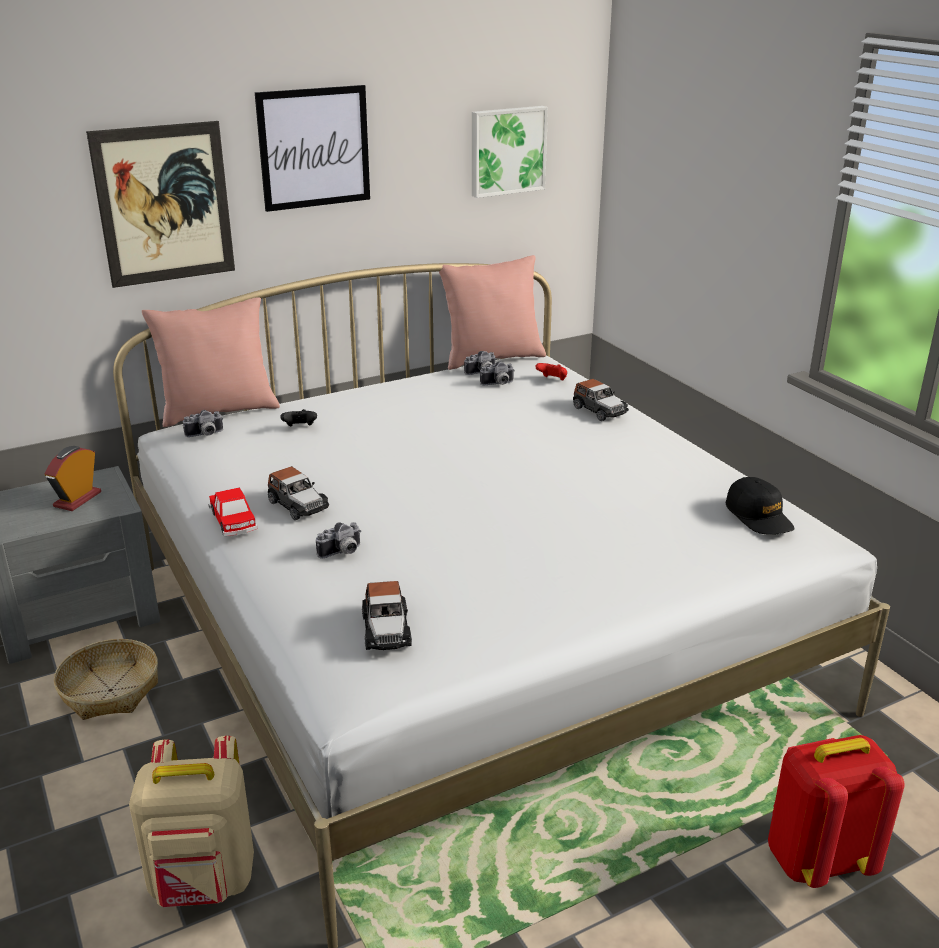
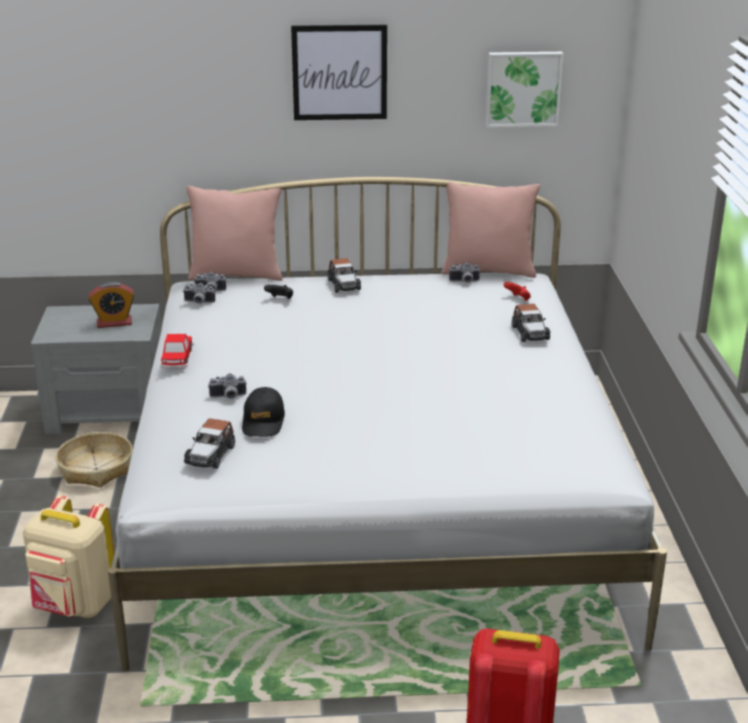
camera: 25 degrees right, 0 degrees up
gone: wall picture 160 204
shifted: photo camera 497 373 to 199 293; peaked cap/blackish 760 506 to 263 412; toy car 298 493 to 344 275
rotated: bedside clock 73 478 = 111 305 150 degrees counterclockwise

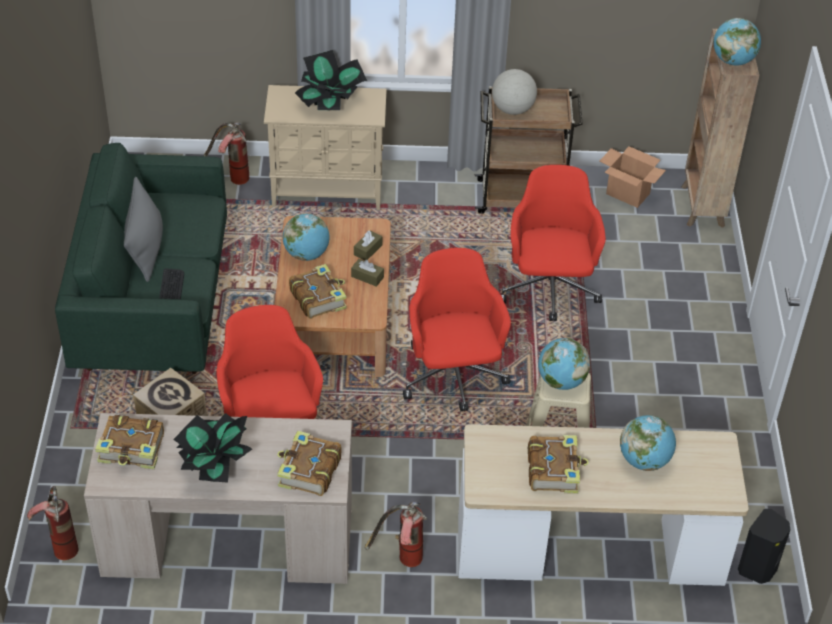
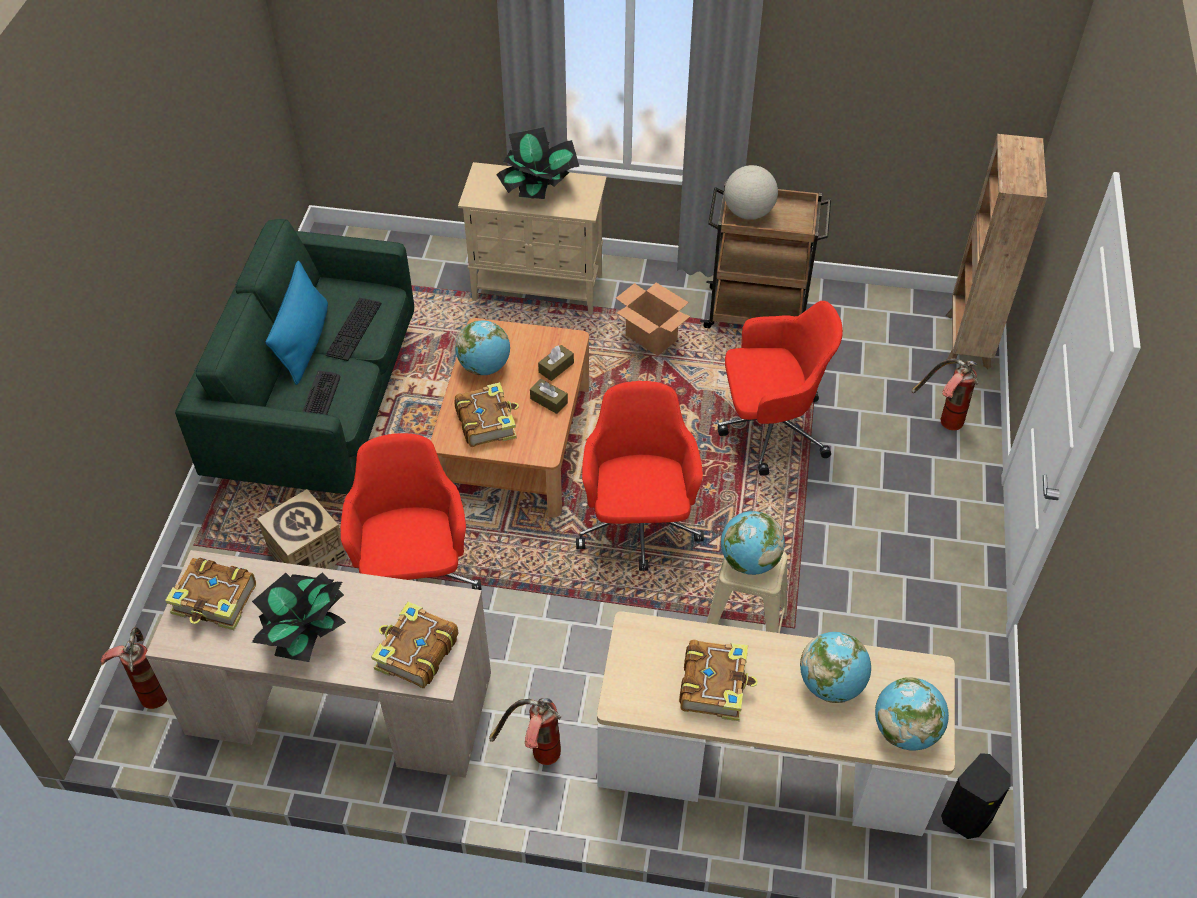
camera: 10 degrees right, 5 degrees up
new: keyboard 353 329
shifted: packing box 633 177 to 653 319; world globe 737 42 to 912 714; fire extinguisher 226 154 to 945 394
repainted: pillow/grey 143 229 to pillow/bluish 297 323
rotated: office chair/red 553 243 = 780 388 75 degrees clockwise

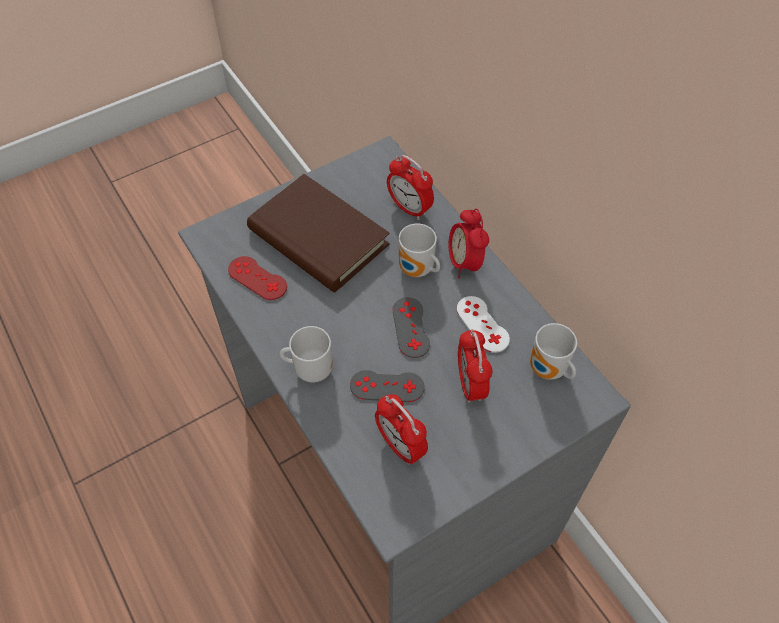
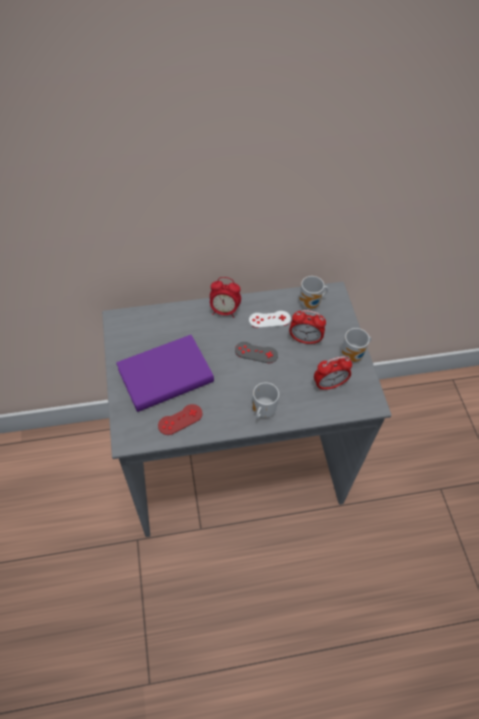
camera: 70 degrees left, 0 degrees up
gone: game controller/grey 387 386; bedside clock 410 187
shifted: coffee mug 419 250 to 356 345
repainted: book/brown-coloured 318 233 to book/purplish 165 373

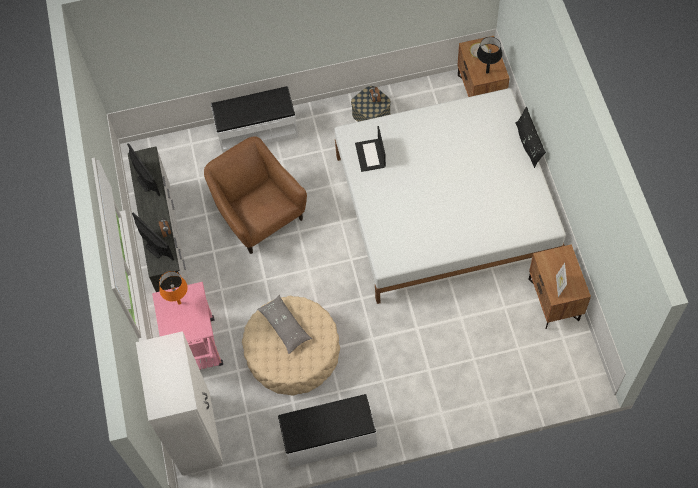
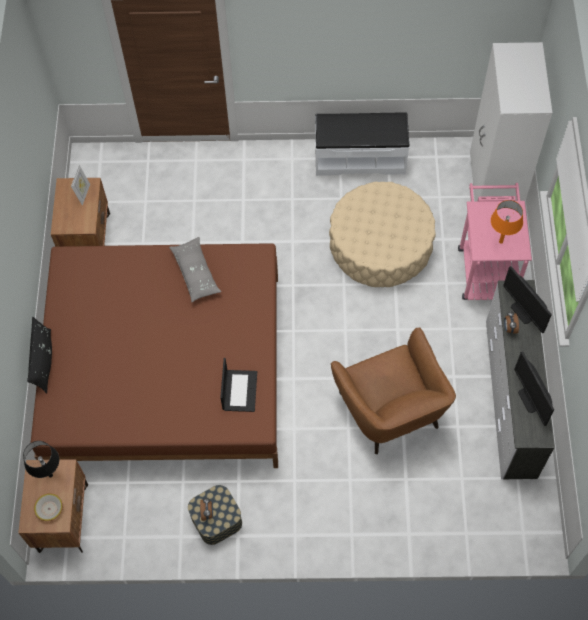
camera: 170 degrees left, 0 degrees up
gone: long seat/whitish 254 119
shifted: pillow/grey 284 324 to 195 269
repainted: bed/whitish 450 196 to bed/brown-coloured 154 355

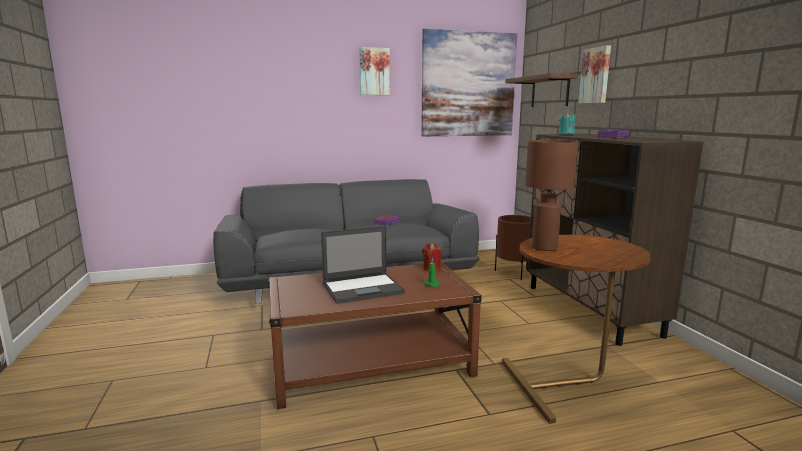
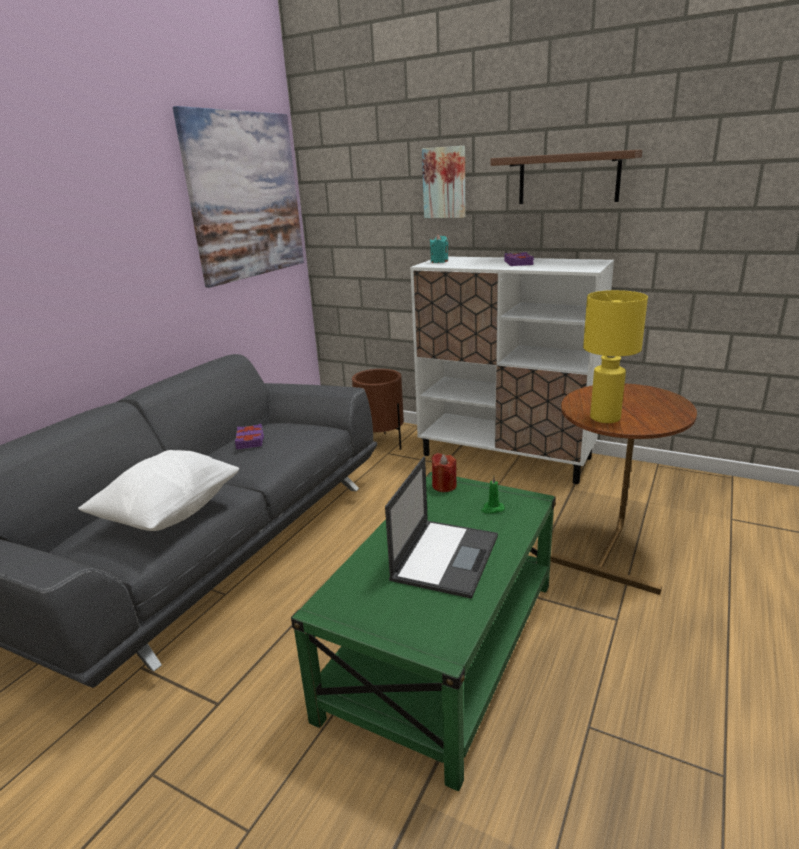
camera: 45 degrees left, 10 degrees up
gone: wall picture 374 71
new: pillow/whitish 158 490
shifted: bracket shelf 541 90 to 566 177
repainted: lounge table/brown-coloured 375 335 to lounge table/green 423 631; cupboard/brown-coloured 615 240 to cupboard/whitish 512 370; tabletop lamp/brown-coloured 551 195 to tabletop lamp/yellowish 615 356

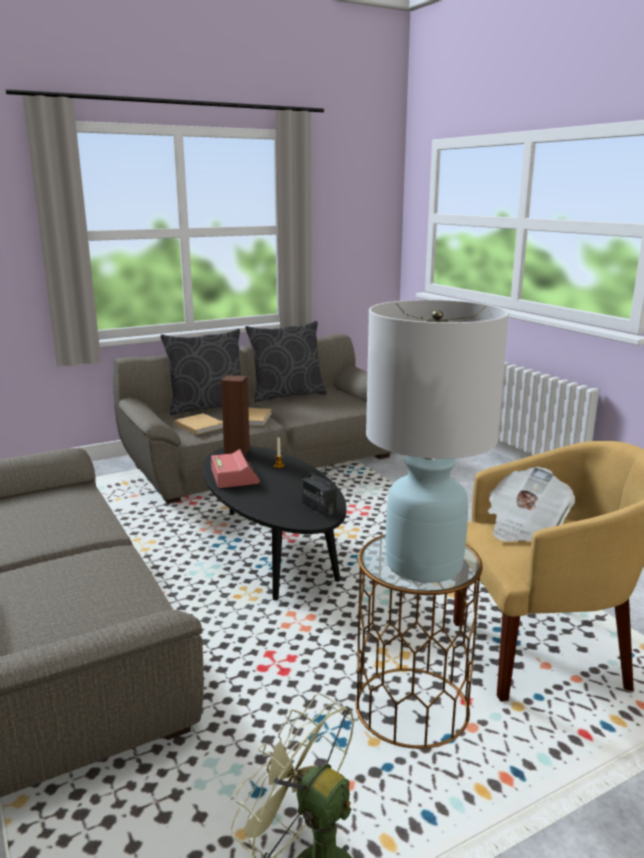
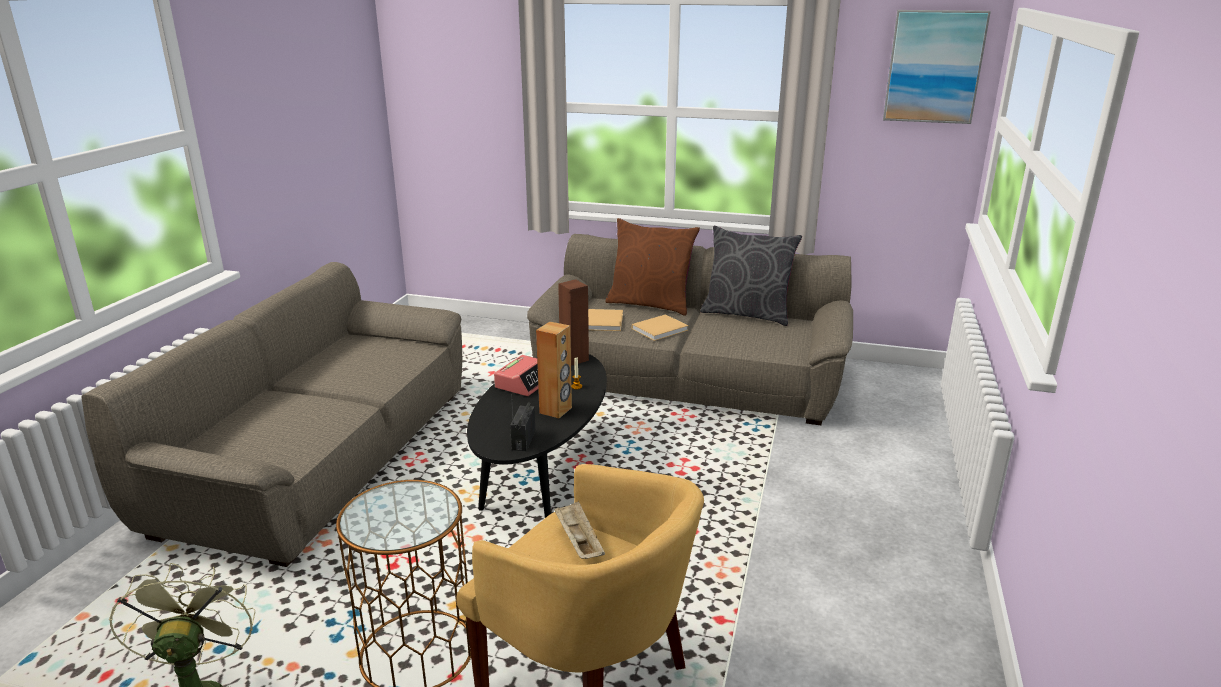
camera: 45 degrees right, 5 degrees up
gone: tabletop lamp/whitish 437 441
new: speaker/brown-coloured 554 370; wall picture 937 67
swapped: printed paper 531 504 to tray/sand-coloured 579 530
repainted: pillow/grey 205 372 to pillow/brown-coloured 652 267

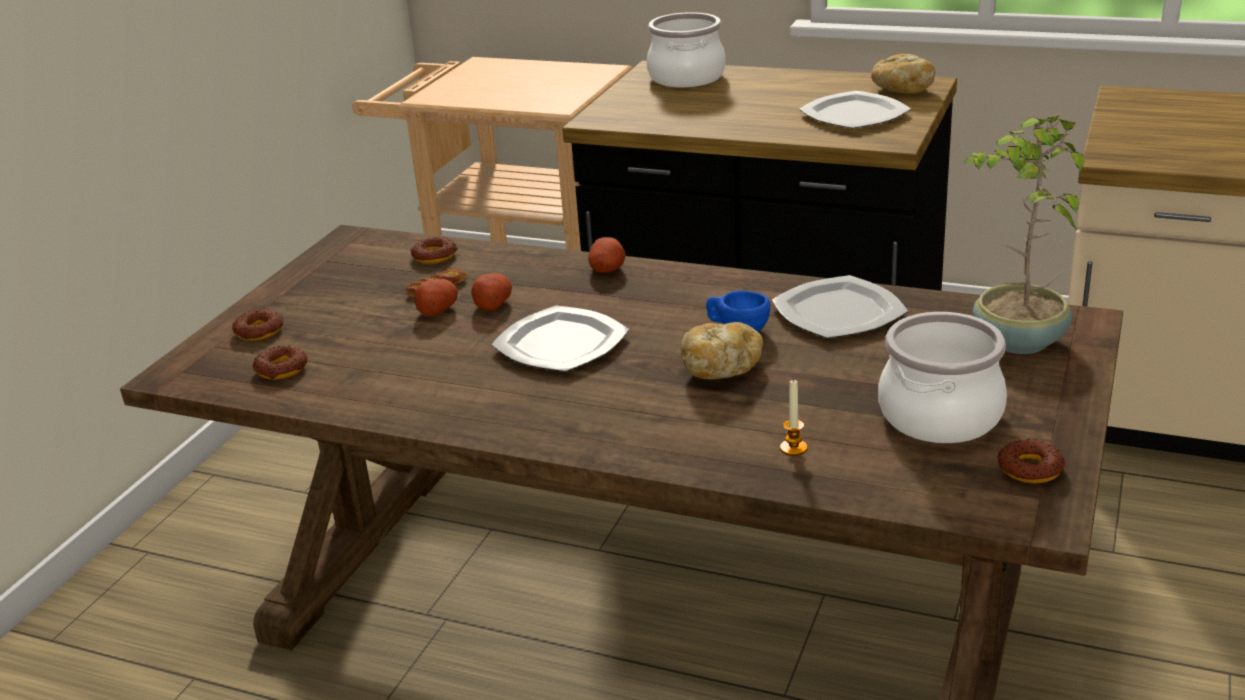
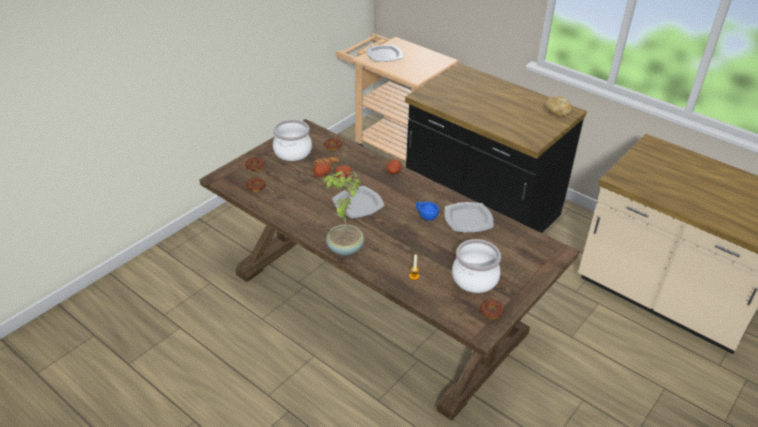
camera: 15 degrees right, 10 degrees up
gone: bread 721 350
shifted: saucepot 686 50 to 292 140; potted plant 1023 234 to 343 213; flat dish 855 109 to 385 53

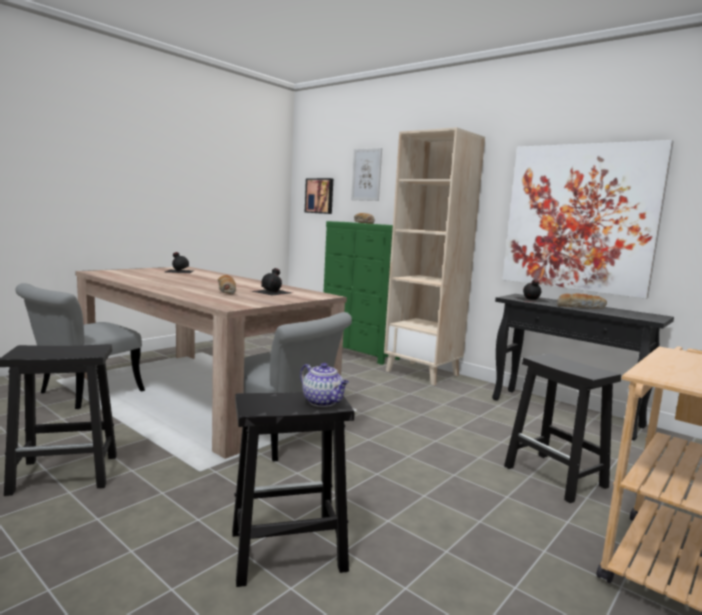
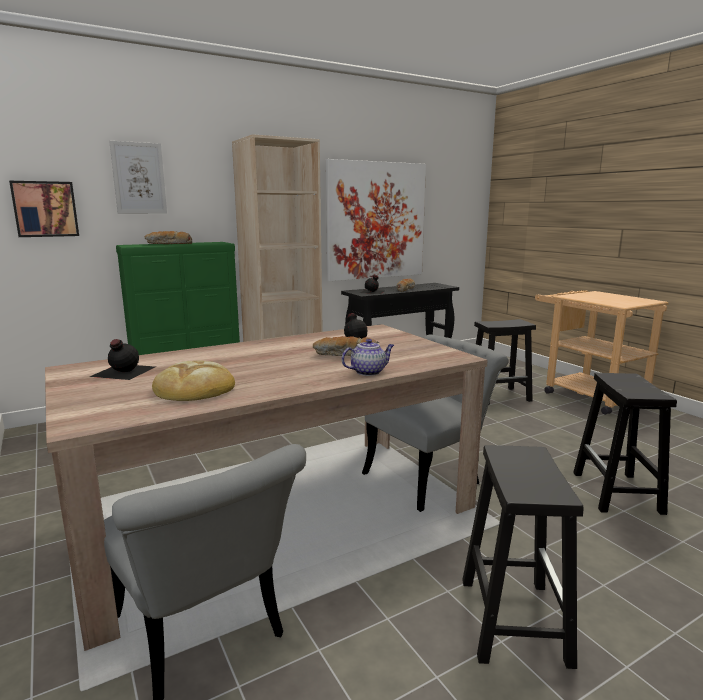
camera: 70 degrees left, 5 degrees up
new: bread 193 381
shifted: pot for tea 324 385 to 367 357

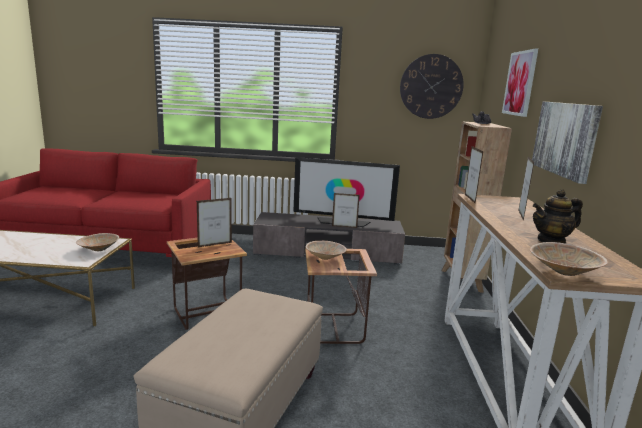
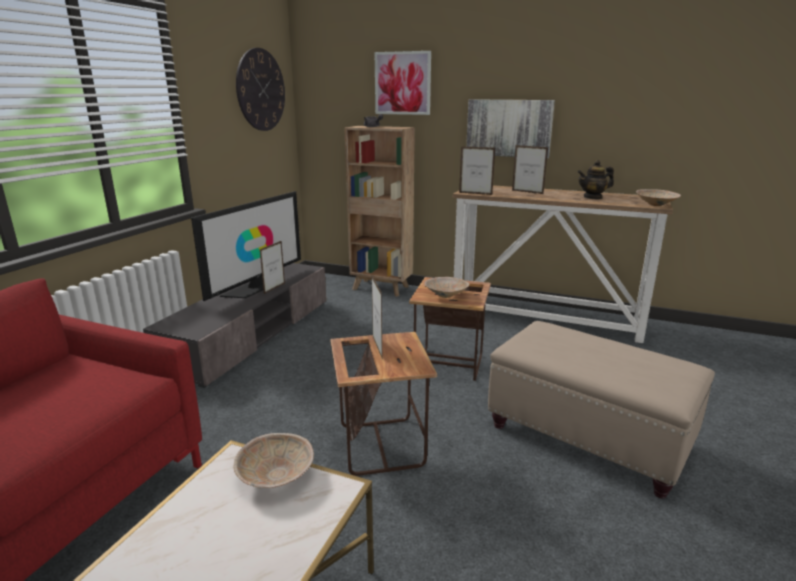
camera: 70 degrees left, 5 degrees up
rotated: pot for tea 558 216 = 595 179 75 degrees clockwise

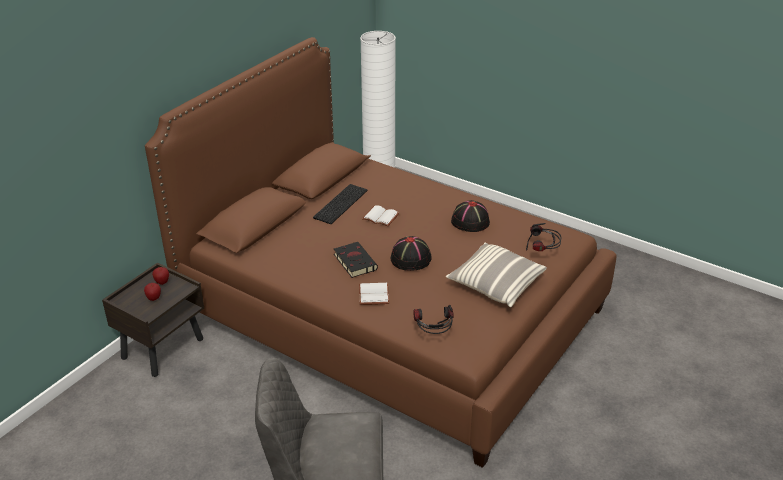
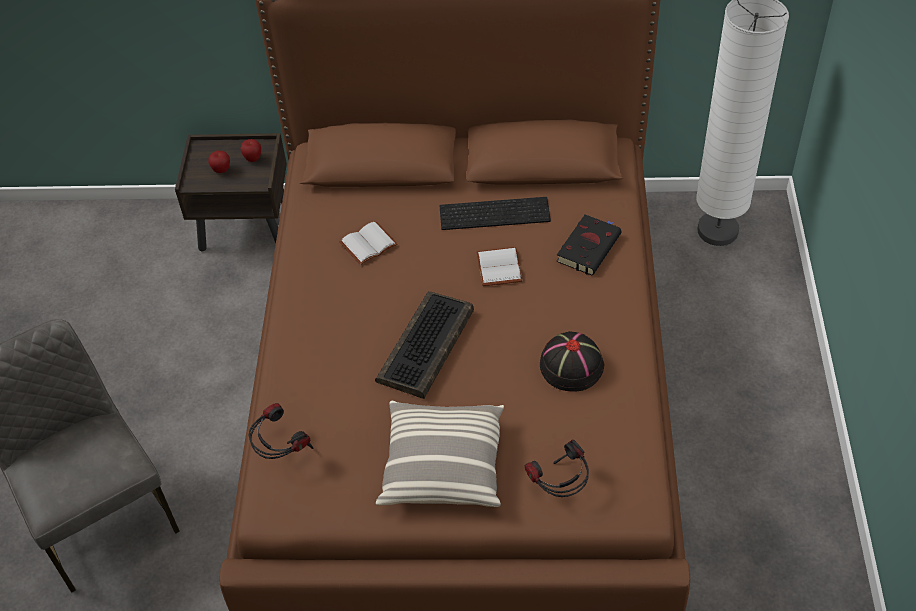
camera: 60 degrees right, 15 degrees up
shifted: book/whitish 374 294 to 368 243; book/blackish 356 260 to 589 245
swapped: wearable hat/blackish 411 253 to keyboard 424 345

